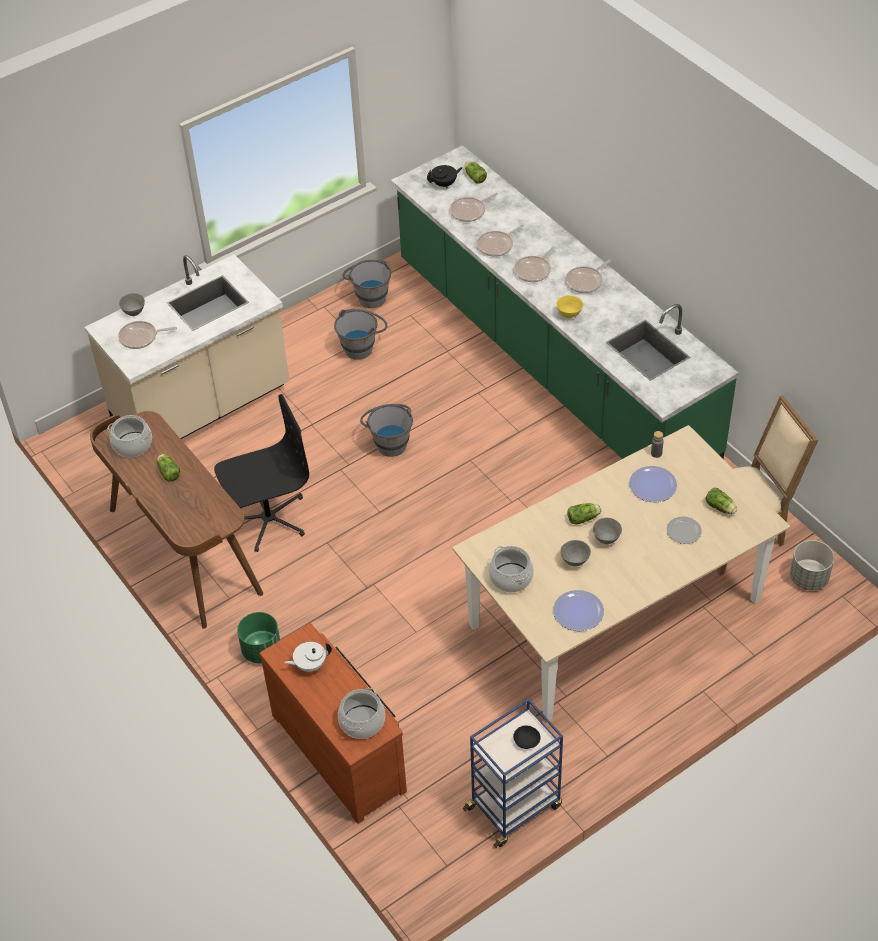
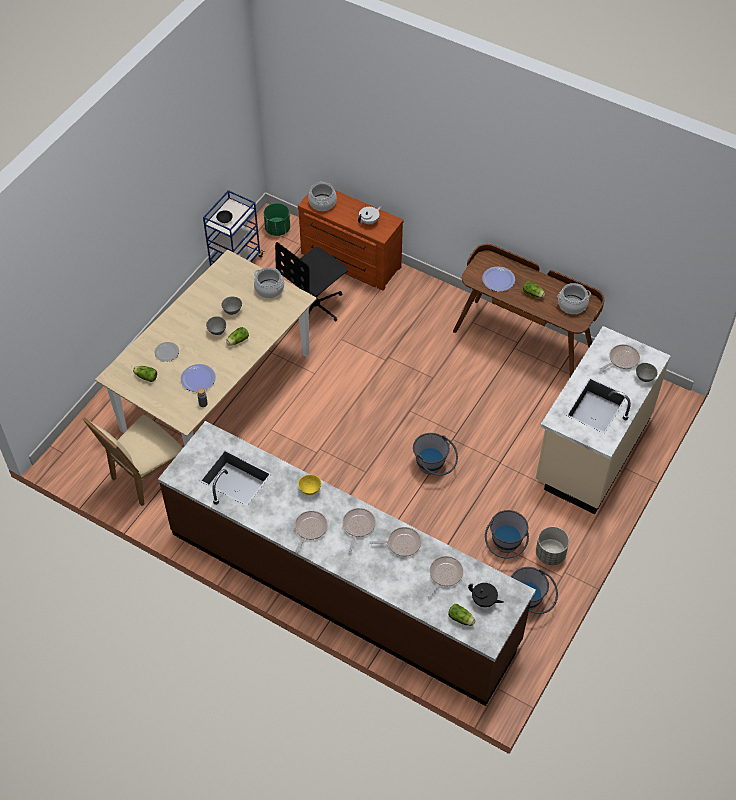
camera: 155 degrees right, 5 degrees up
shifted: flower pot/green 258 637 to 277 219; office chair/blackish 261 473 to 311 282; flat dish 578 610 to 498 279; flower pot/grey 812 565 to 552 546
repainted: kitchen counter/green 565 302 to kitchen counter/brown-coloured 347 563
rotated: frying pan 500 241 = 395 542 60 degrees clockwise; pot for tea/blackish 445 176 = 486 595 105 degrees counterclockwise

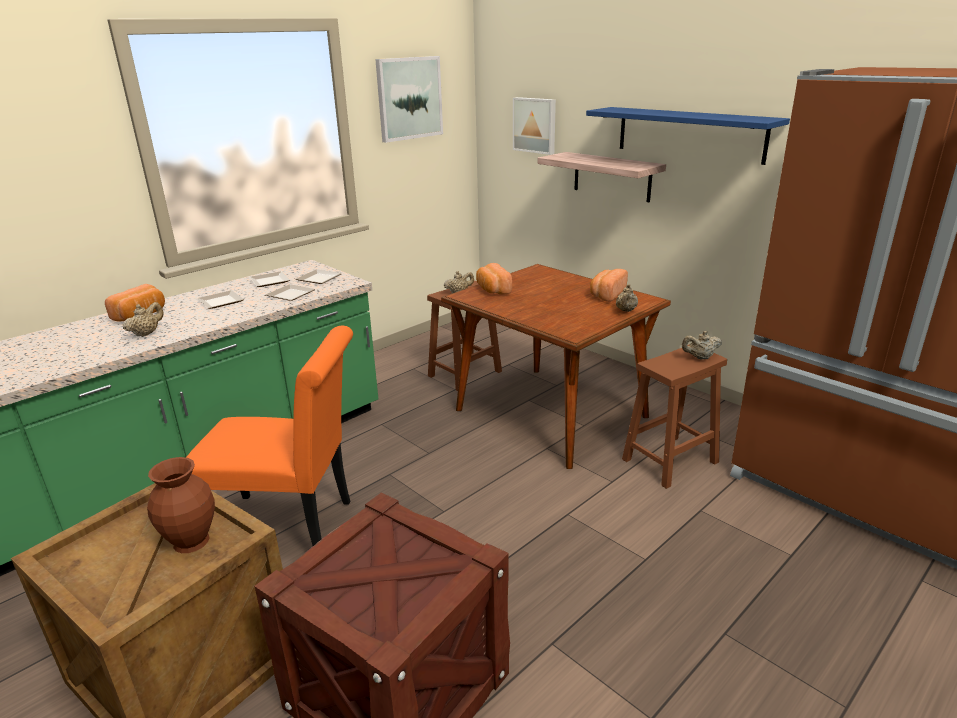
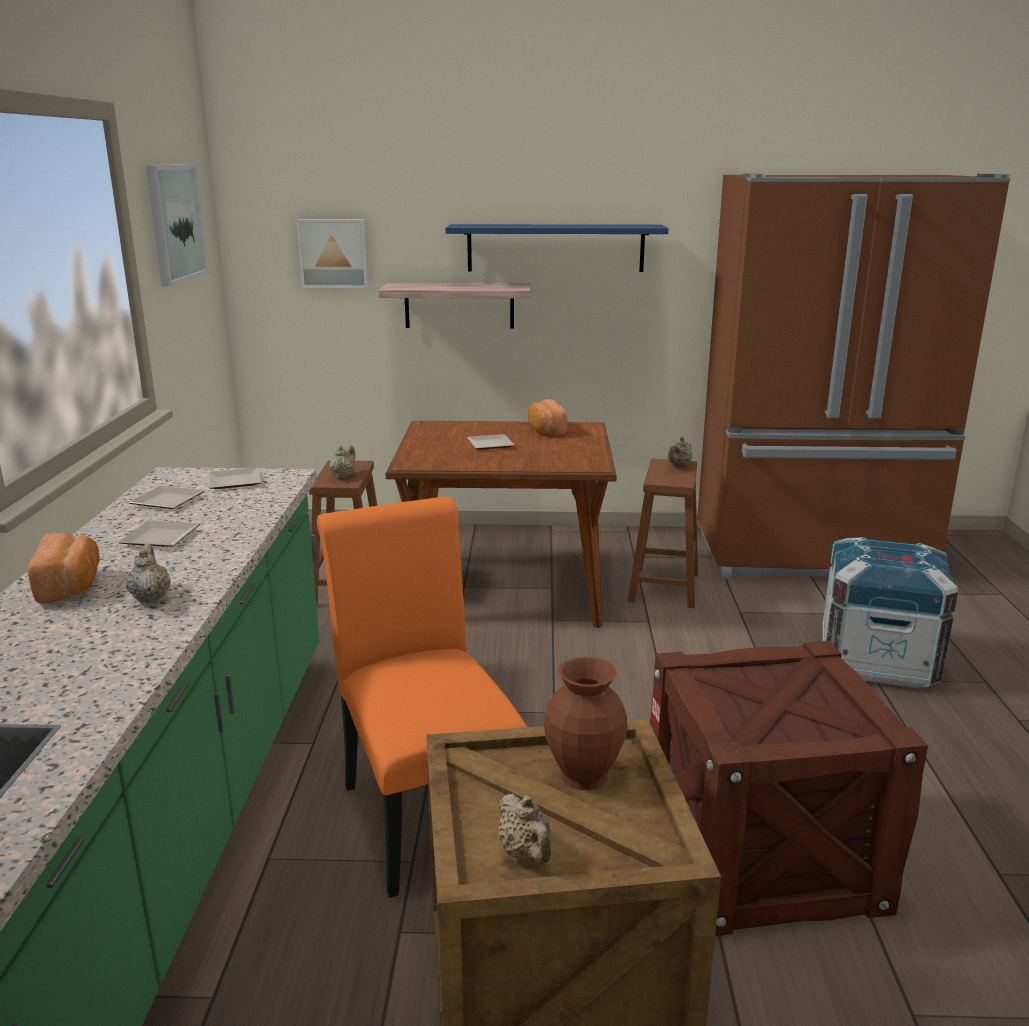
camera: 45 degrees left, 5 degrees down
gone: bread 494 279
new: packing crate 890 613
shifted: flat dish 290 292 to 491 442; pot for tea/sand-coloured 627 298 to 524 829
rotated: upright chair/orange 269 436 = 422 697 75 degrees counterclockwise

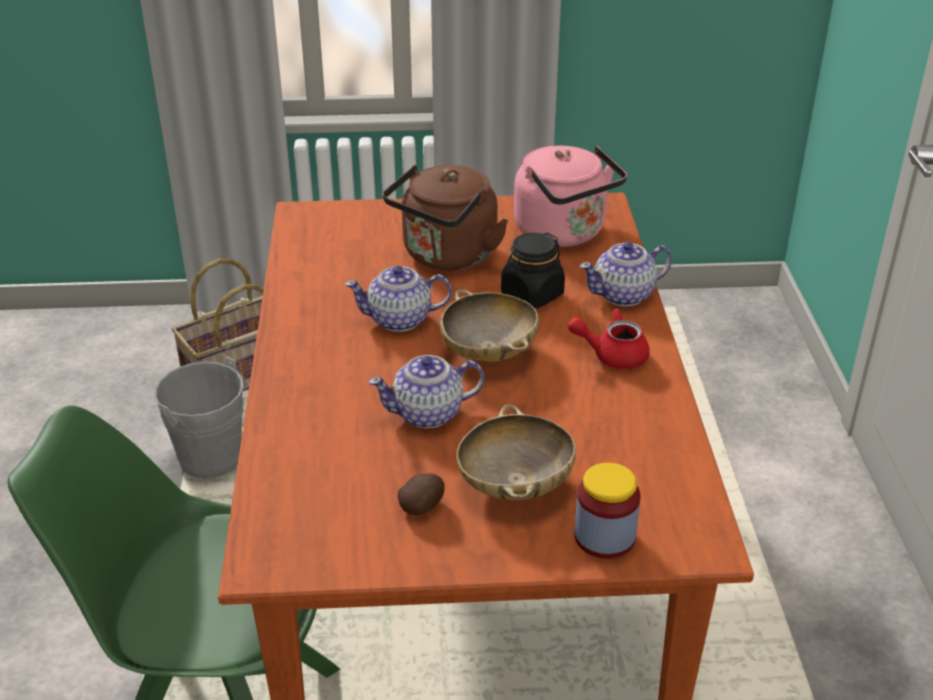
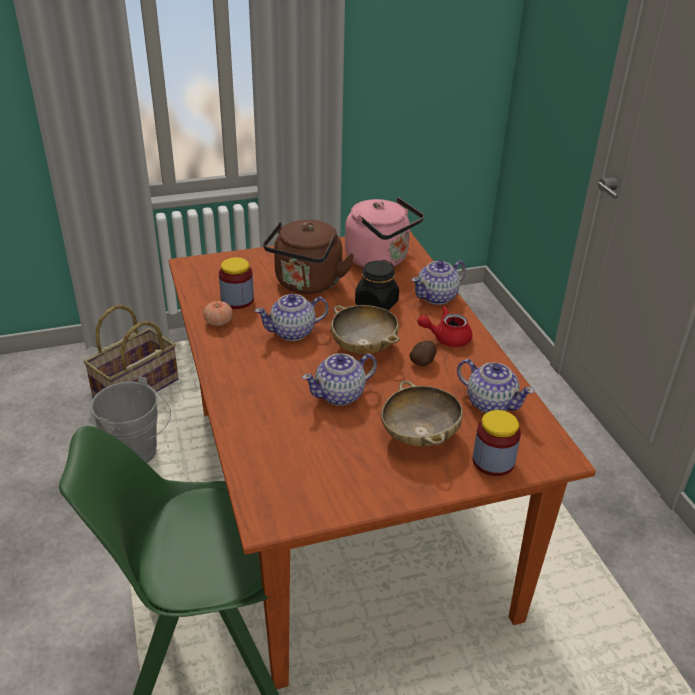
camera: 15 degrees left, 0 degrees up
new: whole tomato 218 313; storage jar 236 283; pot for tea 495 386
shifted: spud 421 494 to 423 353

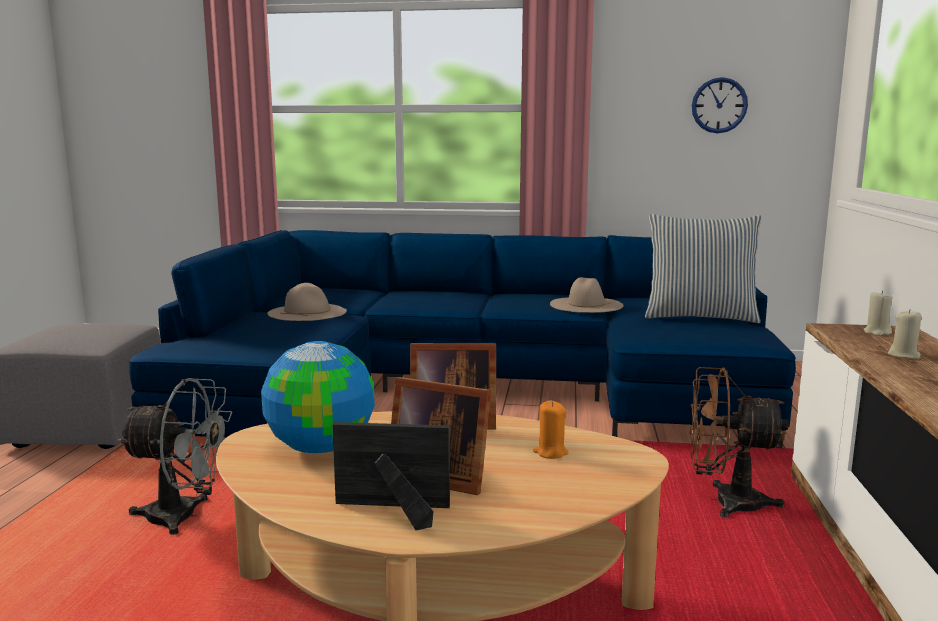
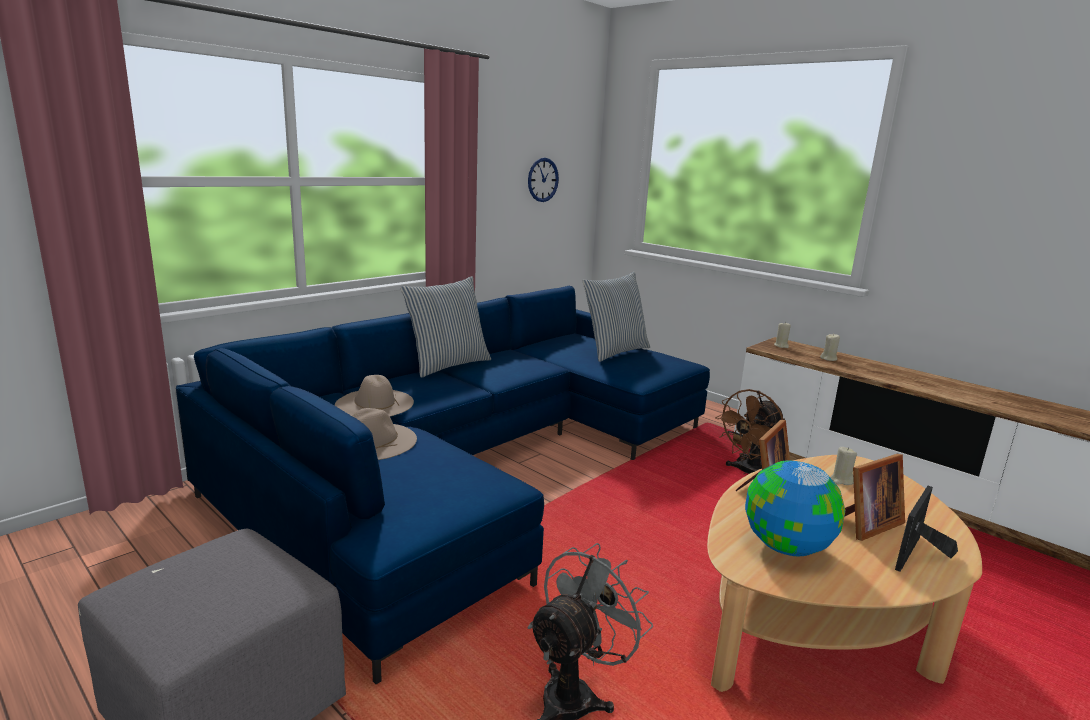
camera: 55 degrees left, 5 degrees up
new: pillow 445 327
shifted: wearable hat/sand-coloured 587 295 to 374 395
repainted: candle/orange 550 430 to candle/sand-coloured 843 466

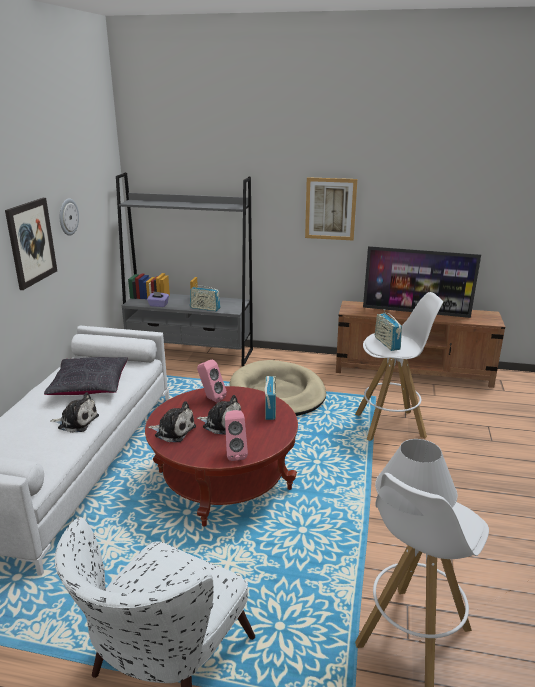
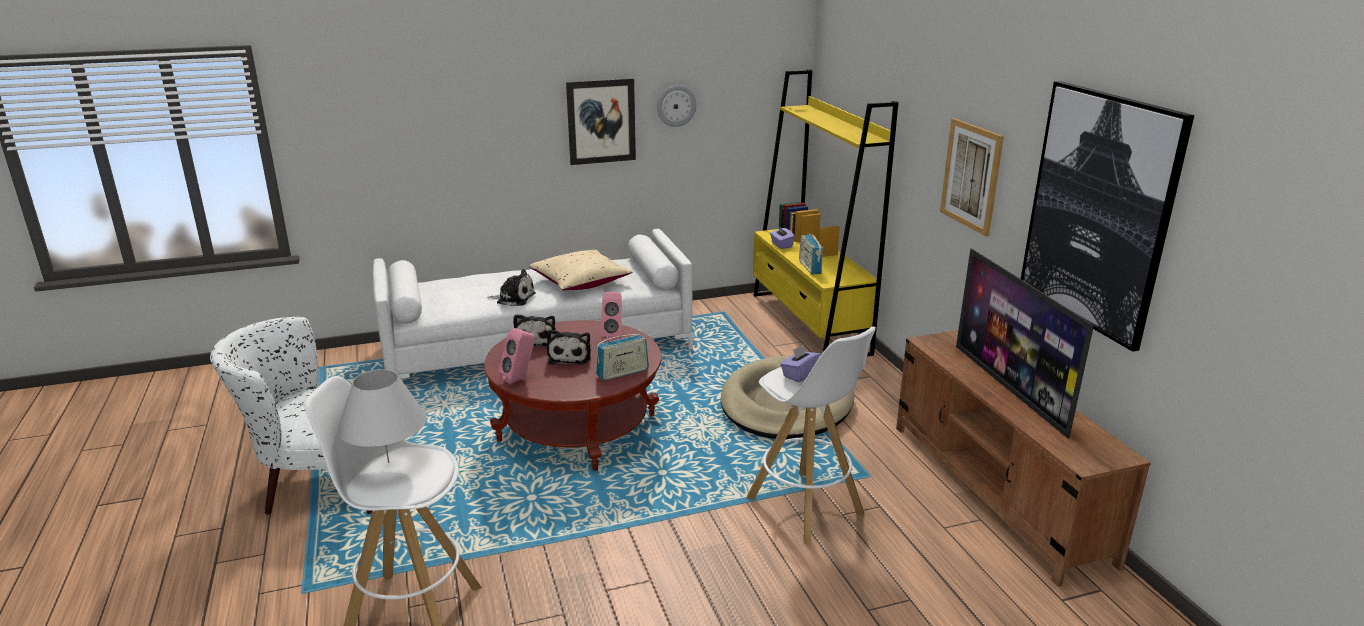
camera: 60 degrees right, 0 degrees up
new: wall picture 1107 216
swapped: radio receiver 388 330 to box of tissues/purplish 800 363
repainted: pillow/blackish 86 376 to pillow/sand-coloured 581 270; shelving unit/grey 184 269 to shelving unit/yellowish 826 213
rotated: cuddly toy 74 412 = 511 287 60 degrees counterclockwise

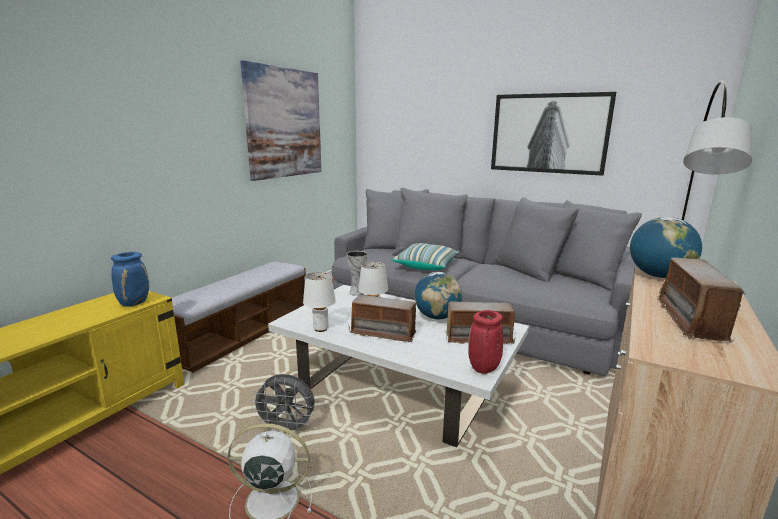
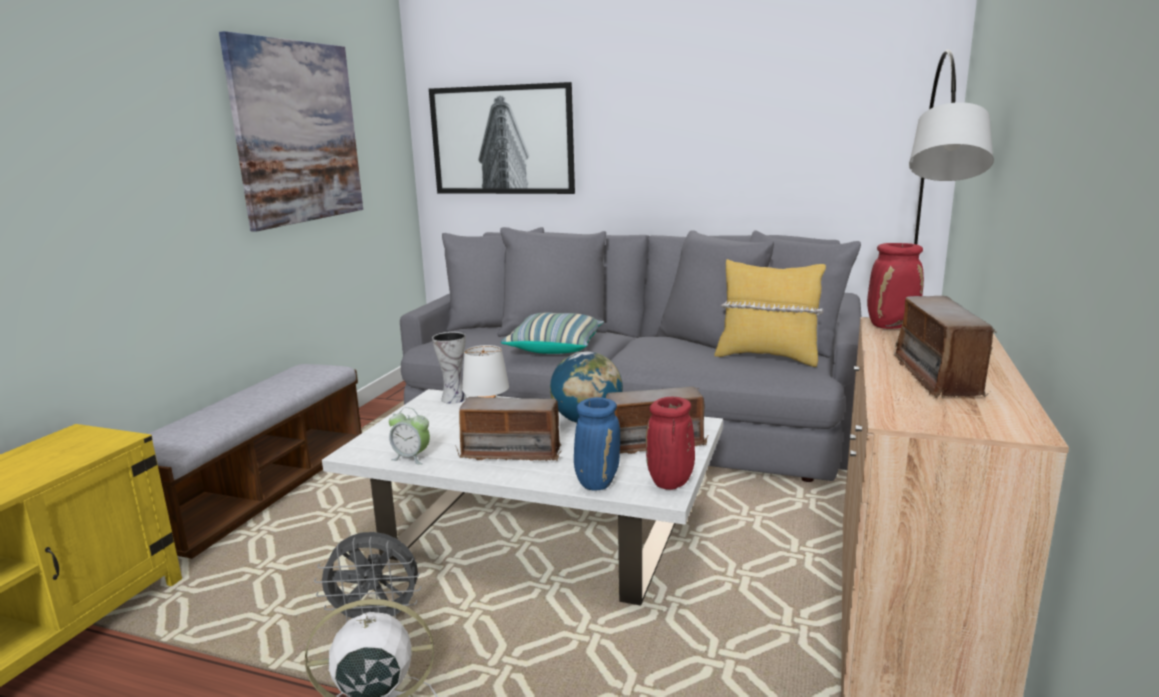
camera: 10 degrees left, 0 degrees up
new: pillow/yellowish 770 313
shifted: wall picture 553 134 to 502 138; vase/bluish 130 279 to 597 443
swapped: tabletop lamp/whitish 319 302 to bedside clock 409 436; world globe 666 247 to vase/red 895 286

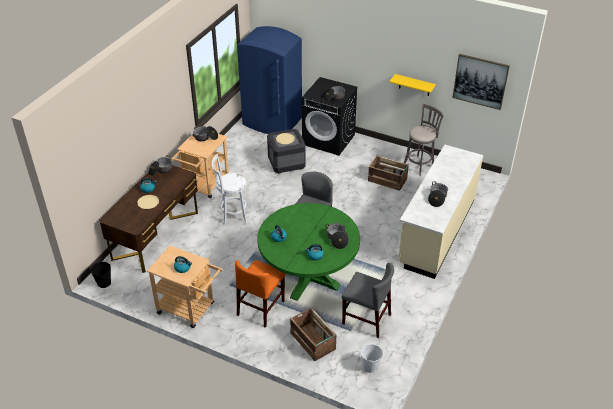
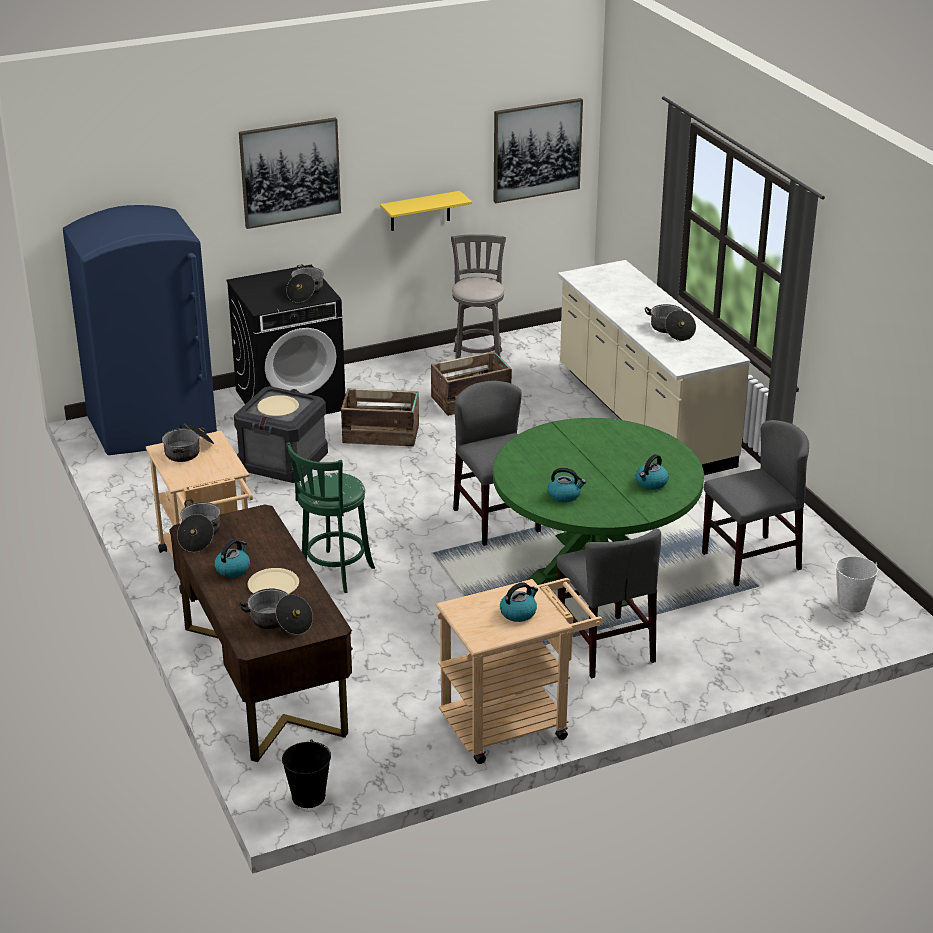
camera: 50 degrees left, 10 degrees down
new: wall picture 290 173
shifted: saucepot 337 236 to 276 611; packing crate 313 334 to 380 417
repainted: sitting stool/whitish 229 189 to sitting stool/green 330 517; upright chair/orange 260 294 to upright chair/grey 609 603

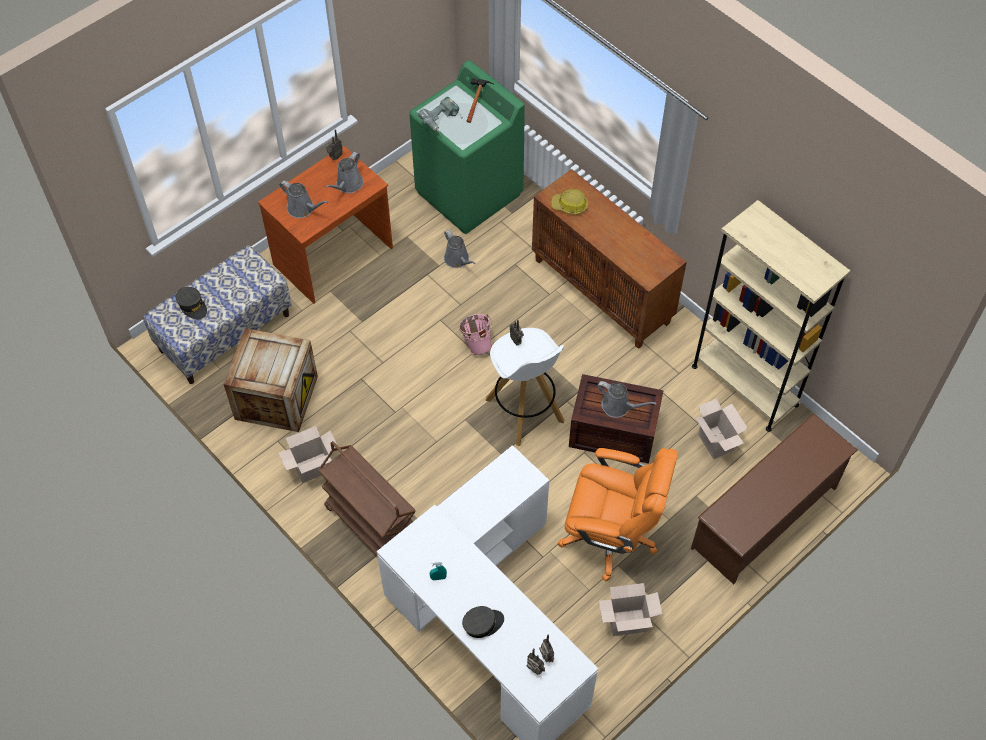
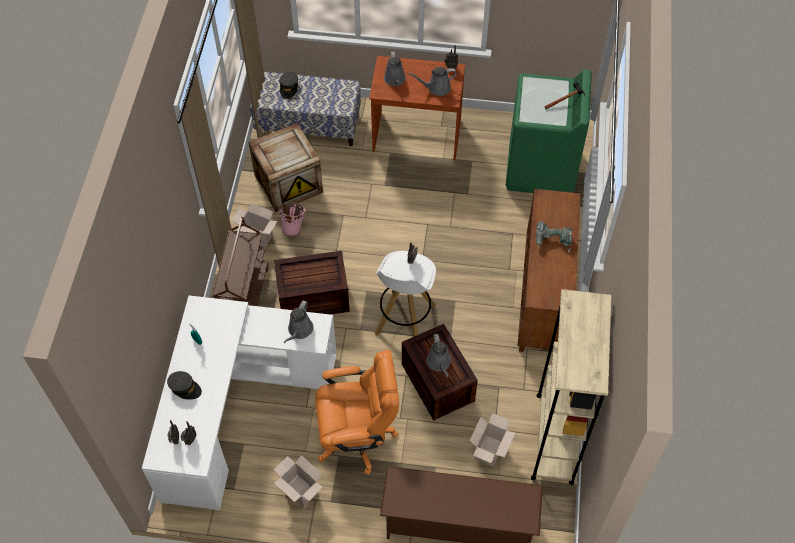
camera: 50 degrees right, 0 degrees up
gone: hard hat 569 202
new: packing crate 312 283
shifted: water bucket/pink-coloured 475 334 to 292 219; watering pot/grey 459 249 to 299 321; power drill 440 115 to 554 237
rotated: office chair/orange 617 515 = 357 412 75 degrees counterclockwise

